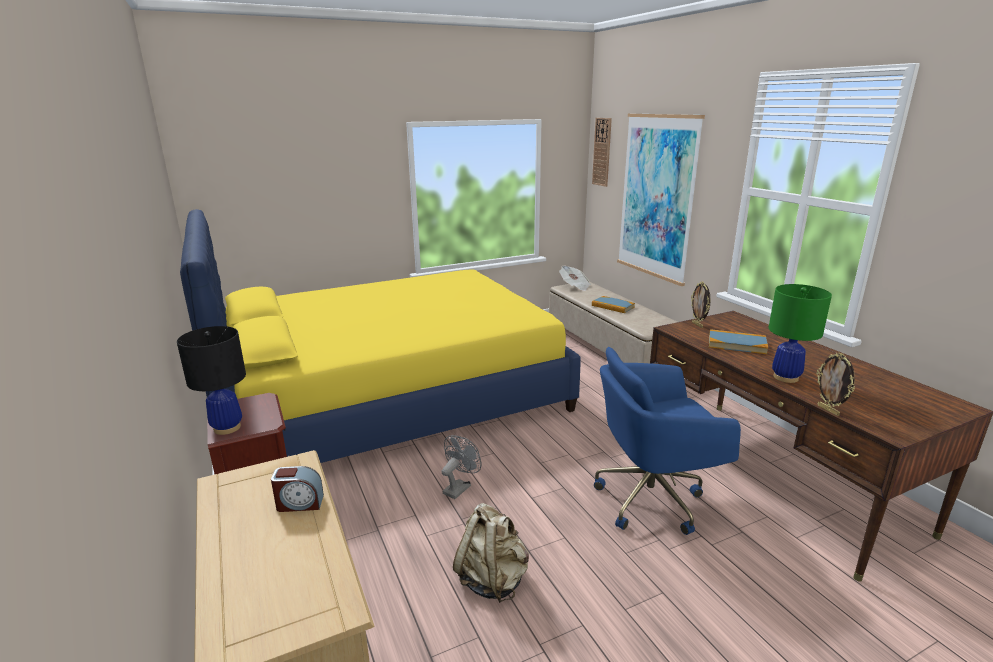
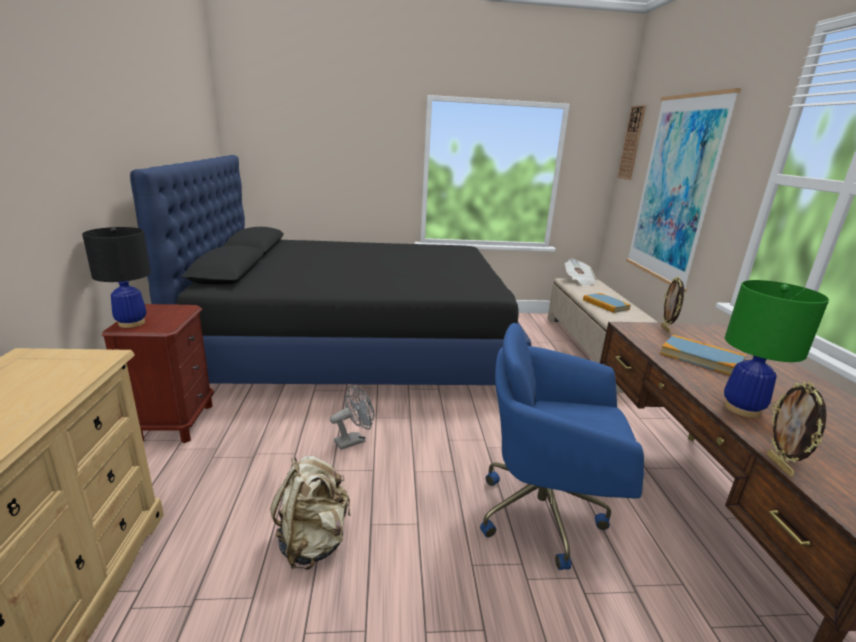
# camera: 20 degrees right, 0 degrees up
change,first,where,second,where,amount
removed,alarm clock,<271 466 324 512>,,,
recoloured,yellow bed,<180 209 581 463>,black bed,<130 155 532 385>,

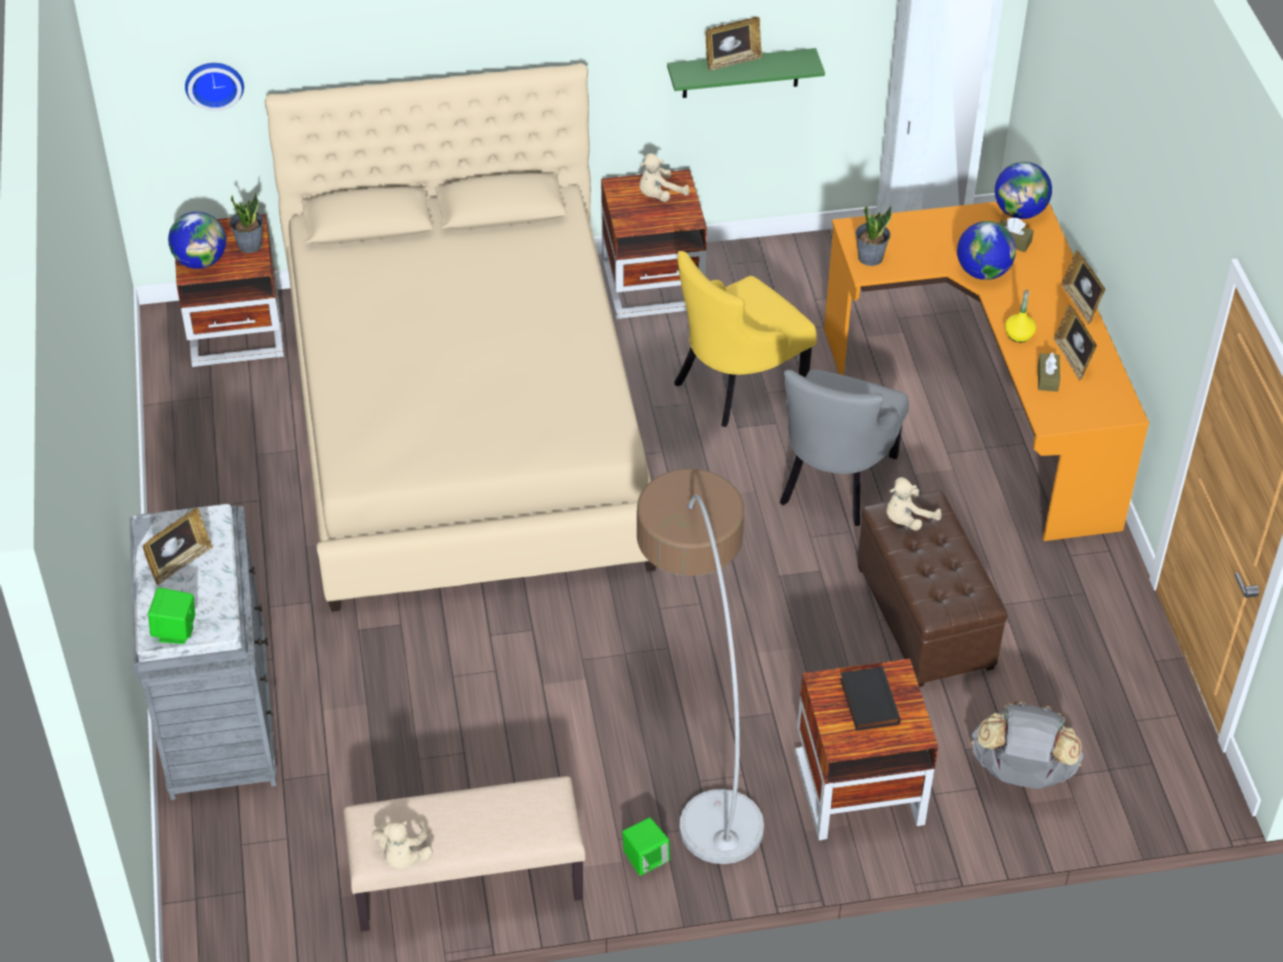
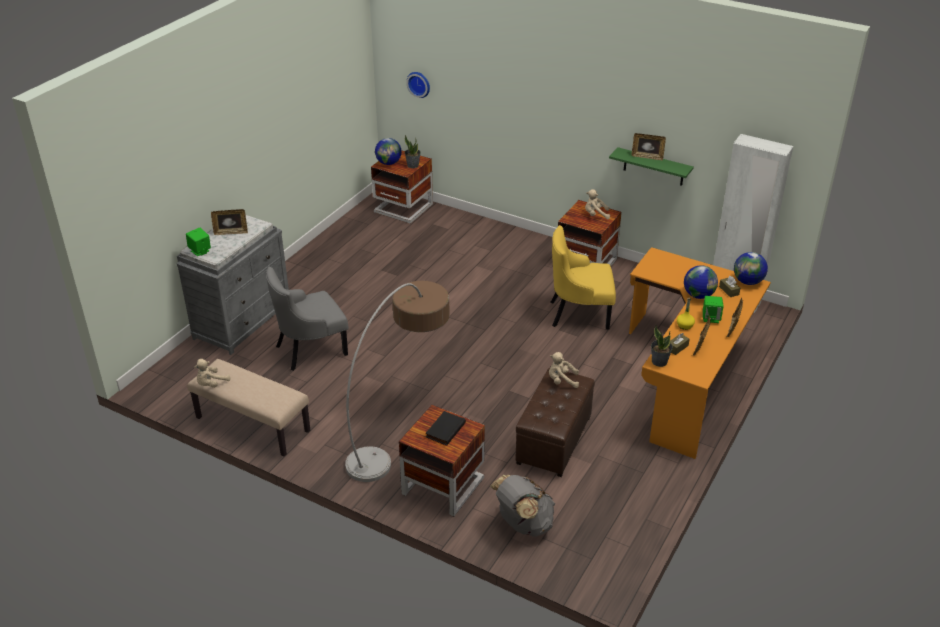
# camera: 40 degrees right, 10 degrees down
change,first,where,second,where,amount
removed,beige bed,<265 63 656 612>,,,
moved,green speaker,<622 817 670 876>,,<703 296 723 323>,
moved,grey chair,<780 369 909 526>,,<266 267 349 371>,
moved,potted plant,<855 206 892 266>,,<651 325 673 367>,

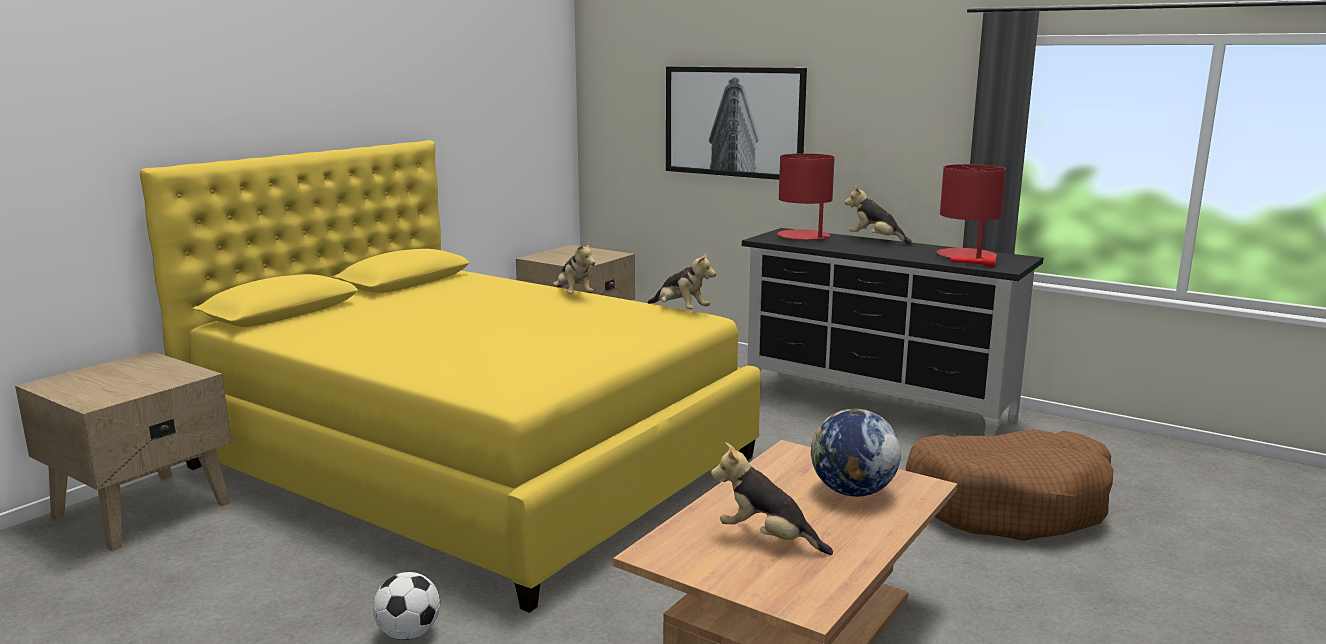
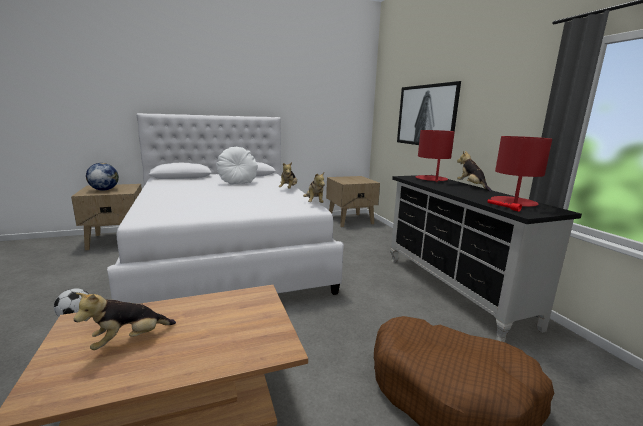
# camera: 35 degrees right, 0 degrees up
change,first,where,second,where,amount
added,,,white pillow,<216 147 258 185>,
moved,globe,<811 408 901 497>,,<86 163 119 191>,
recoloured,yellow bed,<140 140 760 613>,white bed,<107 113 344 304>,
turned,plush toy,<711 442 833 555>,,<74 293 176 350>,105 degrees counterclockwise

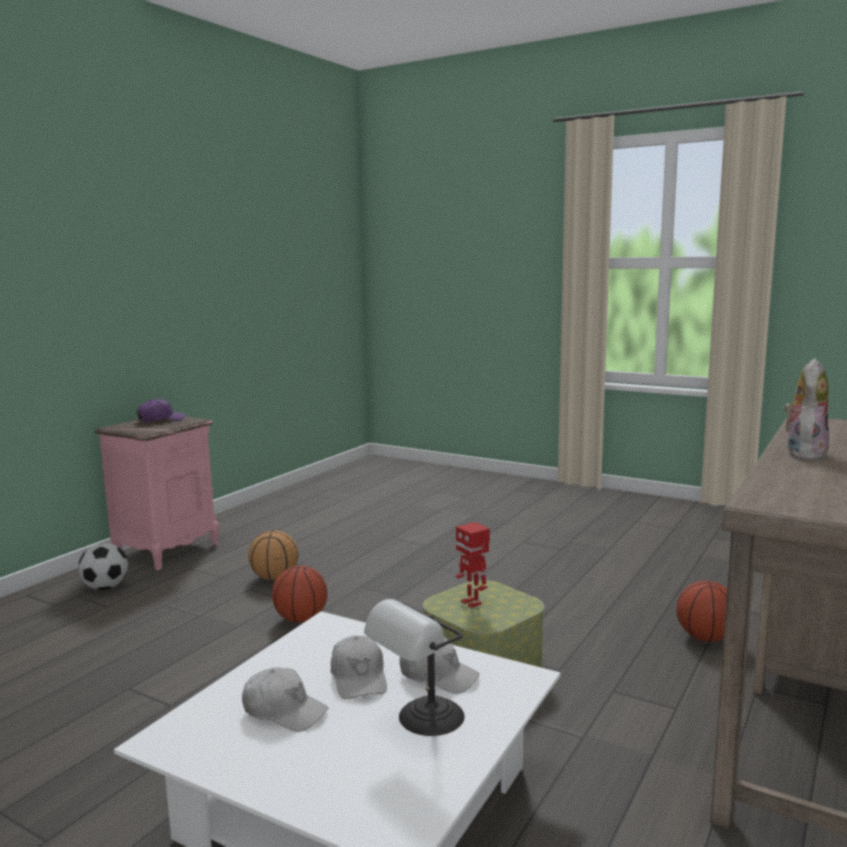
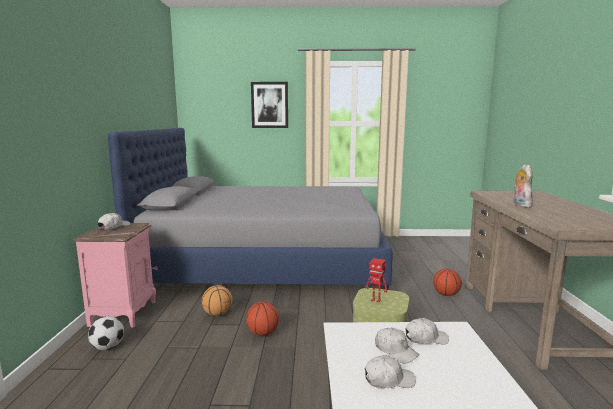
# camera: 30 degrees left, 0 degrees up
change,first,where,second,where,amount
removed,table lamp,<364 599 465 736>,,,
added,,,grey bed,<108 128 393 290>,
added,,,picture,<251 82 288 128>,
recoloured,purple cap,<137 399 185 422>,white cap,<98 213 130 230>,

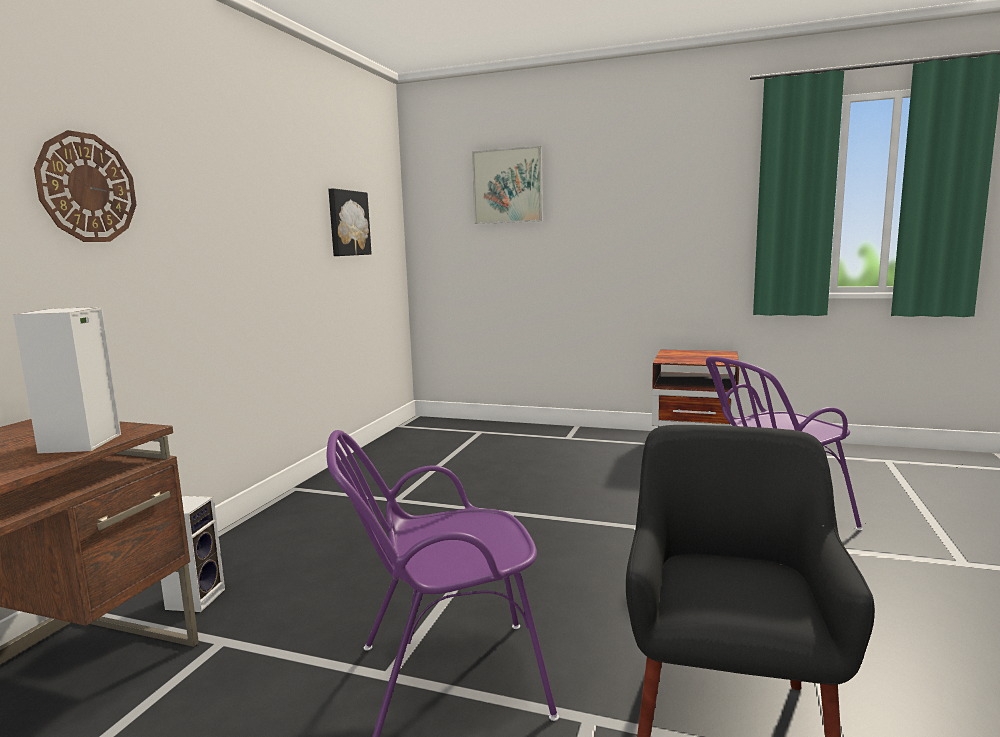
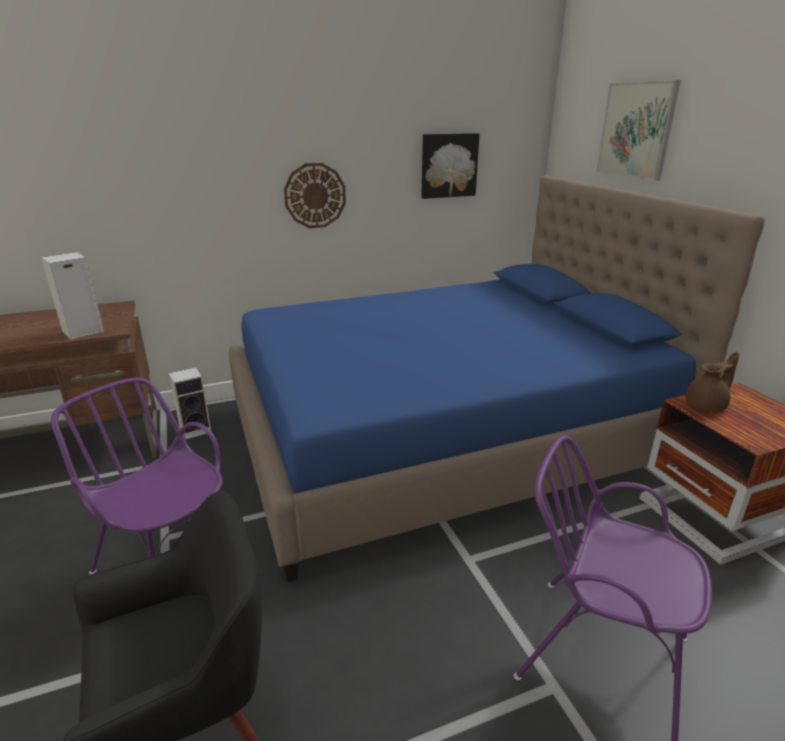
# camera: 50 degrees right, 15 degrees up
change,first,where,second,where,amount
added,,,blue bed,<229 175 765 582>,
added,,,brown teapot,<685 352 739 411>,
moved,wall clock,<34 130 137 242>,,<284 163 346 228>,

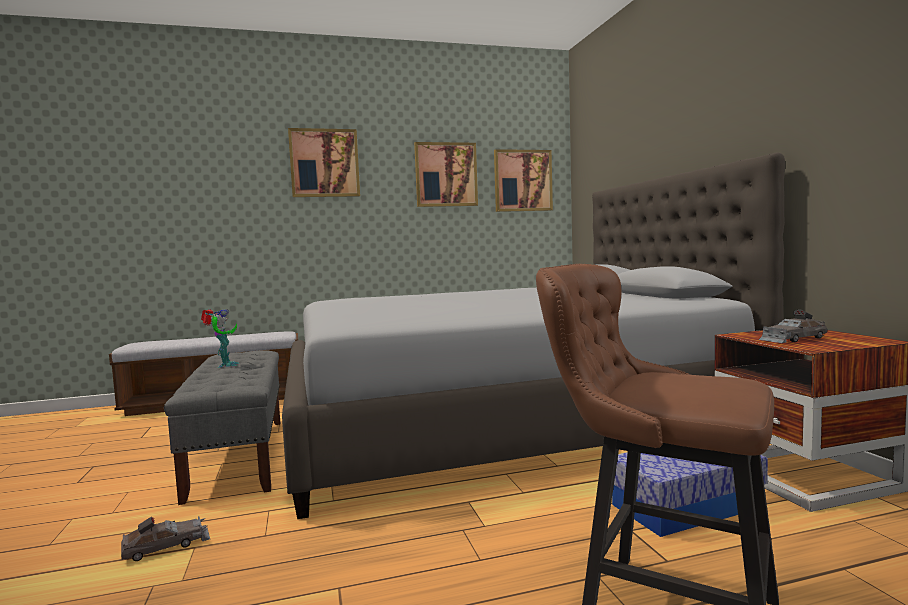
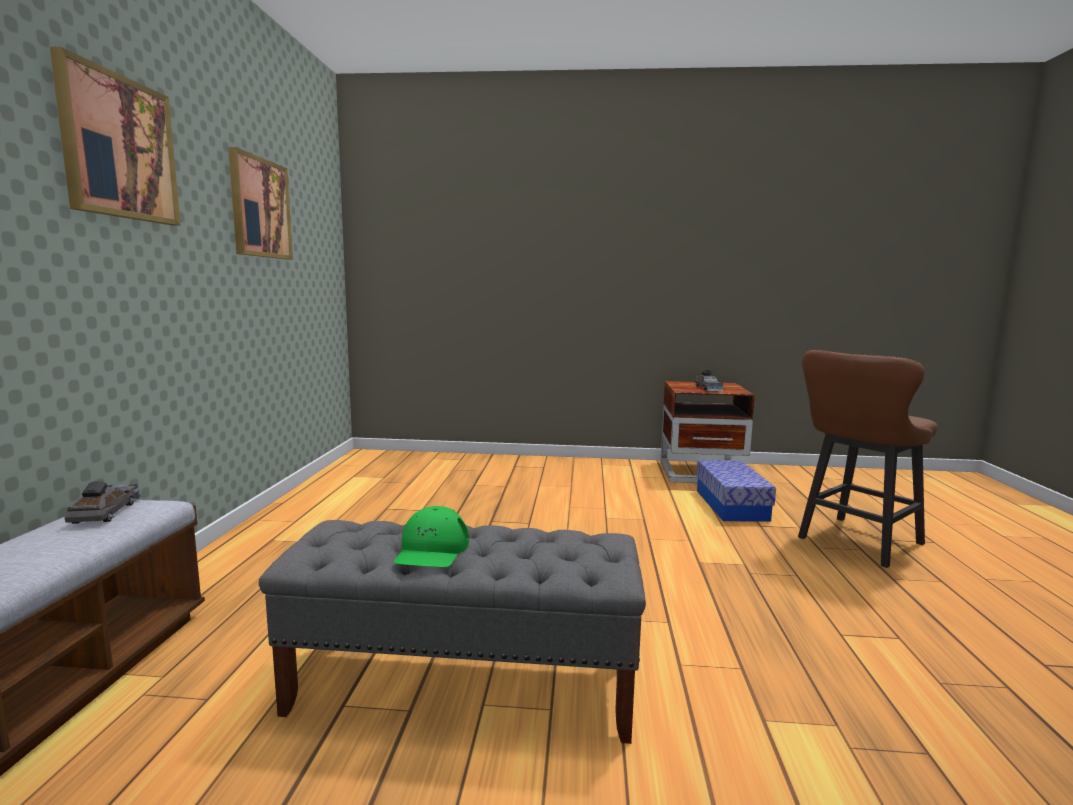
# camera: 70 degrees left, 5 degrees up
change,first,where,second,where,amount
removed,grey bed,<282 153 785 519>,,,
removed,picture,<494 149 553 212>,,,
moved,grey toy car,<121 516 210 561>,,<64 481 142 524>,
replaced,toy robot,<201 309 239 368>,green cap,<393 506 469 568>,

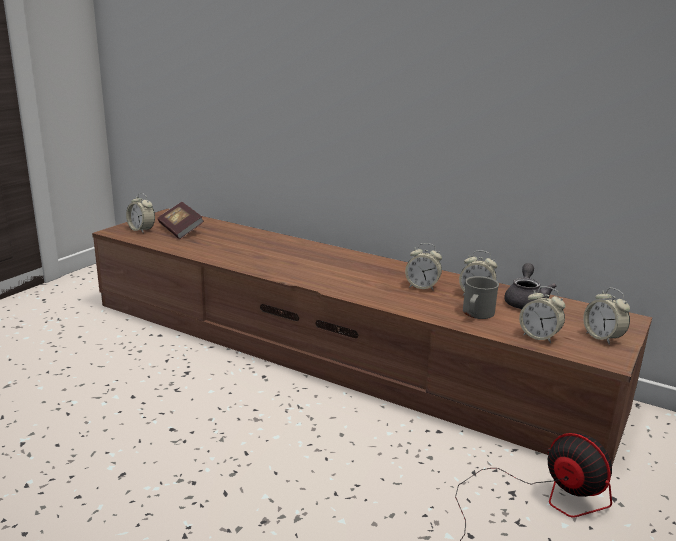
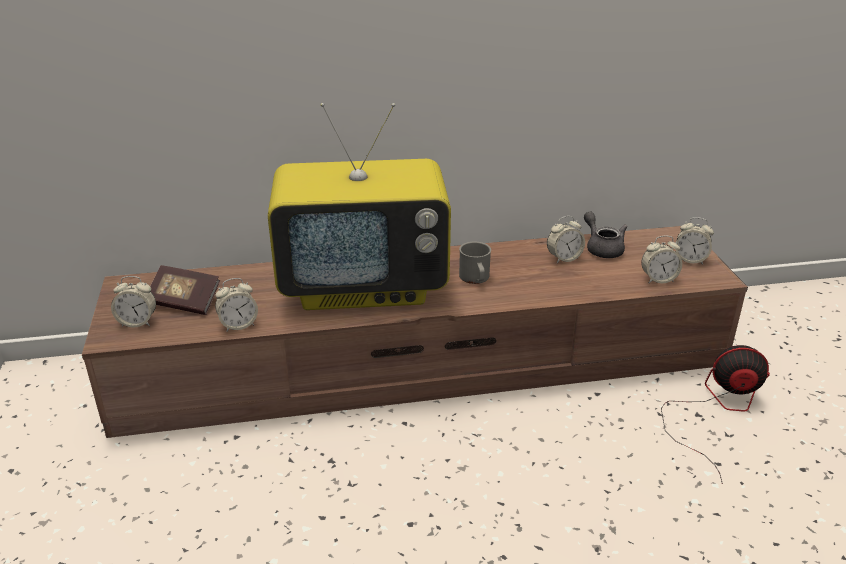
# camera: 40 degrees left, 10 degrees up
change,first,where,second,where,amount
added,,,television,<268 103 451 310>,
moved,alarm clock,<405 243 442 291>,,<215 278 258 332>,
moved,grey mug,<463 276 499 319>,,<459 242 491 284>,

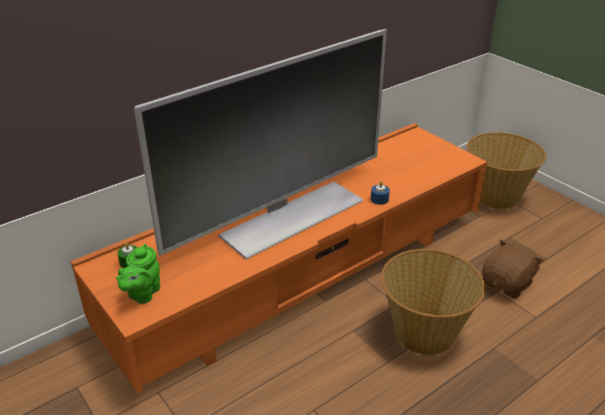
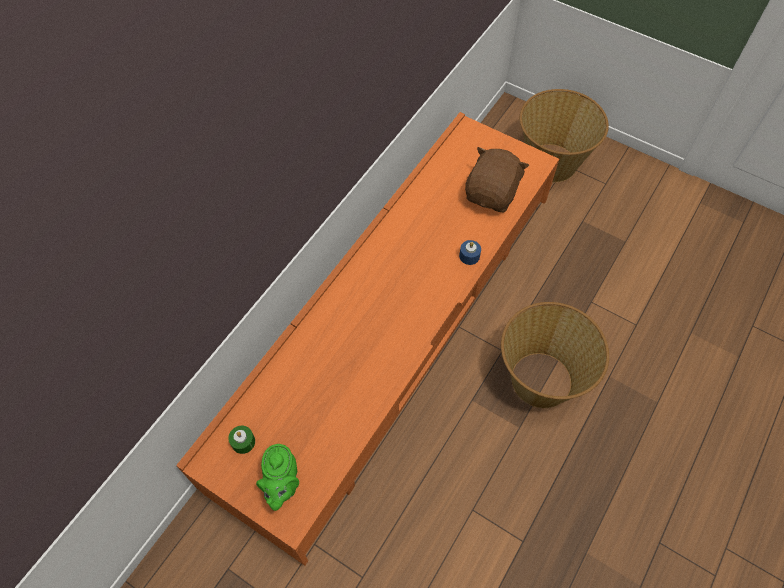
# camera: 20 degrees left, 25 degrees up
change,first,where,second,where,amount
removed,television,<134 29 387 259>,,,
moved,brown plush toy,<482 239 544 299>,,<465 147 529 212>,

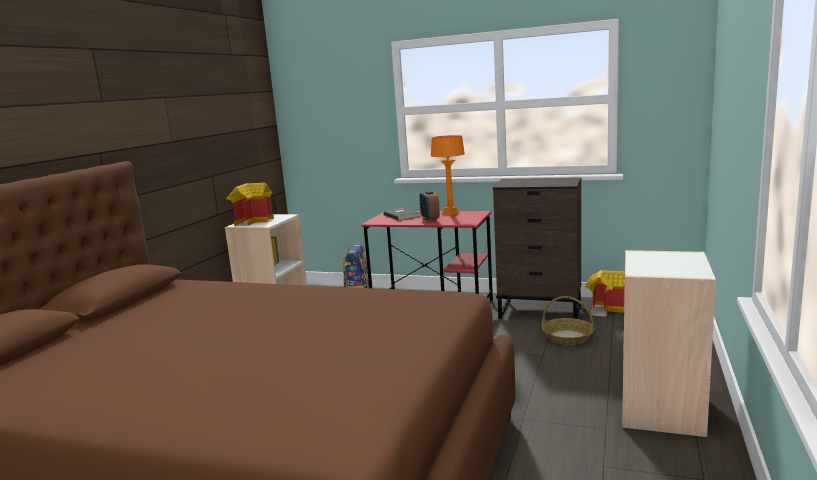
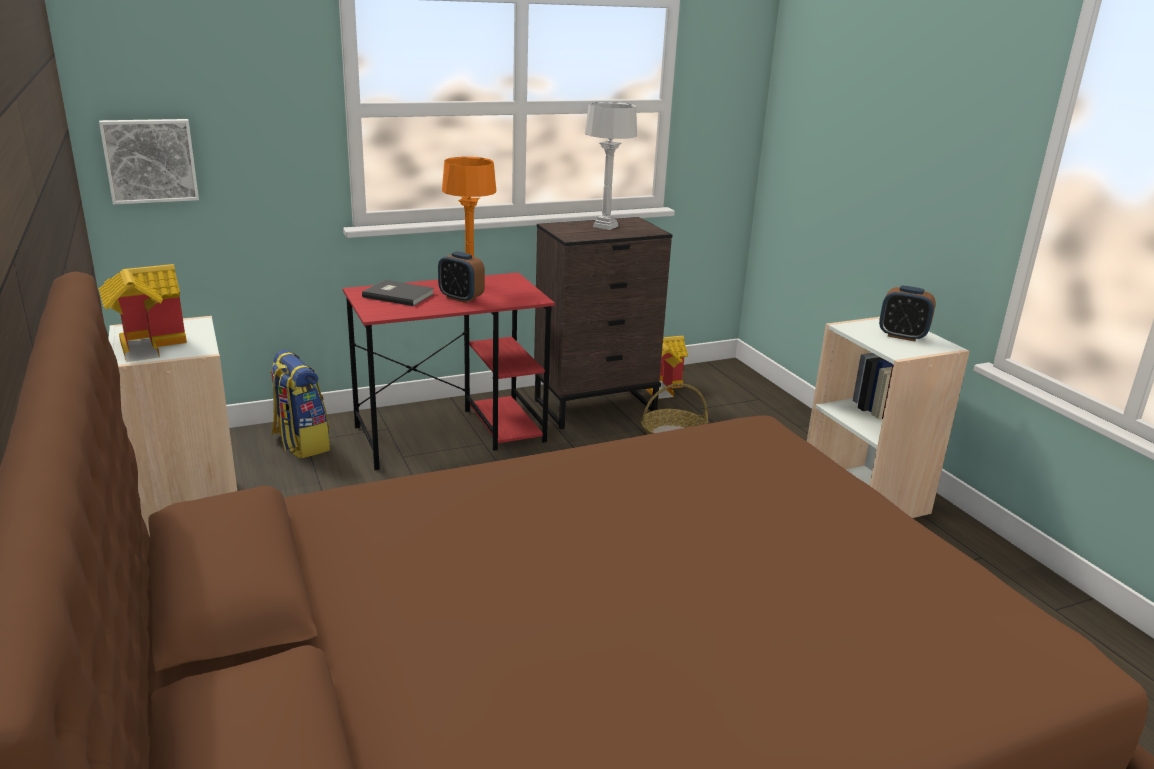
# camera: 45 degrees left, 10 degrees up
change,first,where,second,where,amount
added,,,picture,<99 119 199 204>,
added,,,grey table lamp,<585 102 637 230>,
added,,,alarm clock,<879 285 936 341>,

